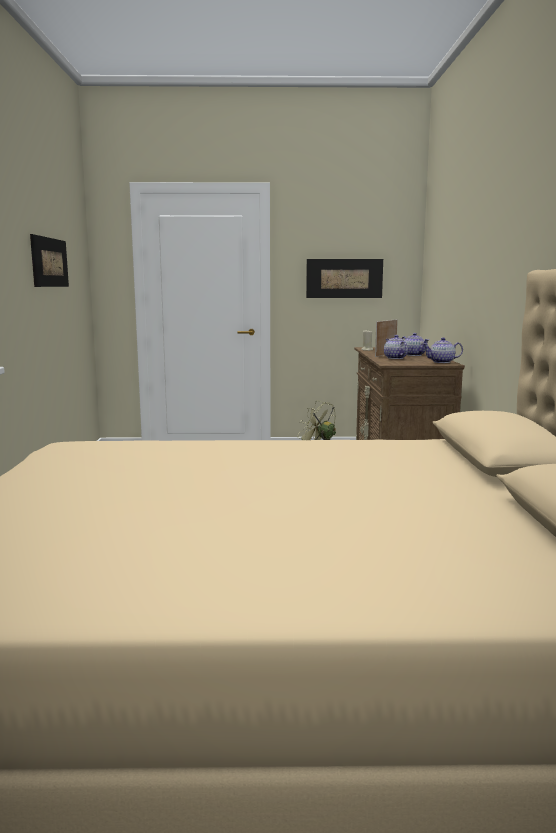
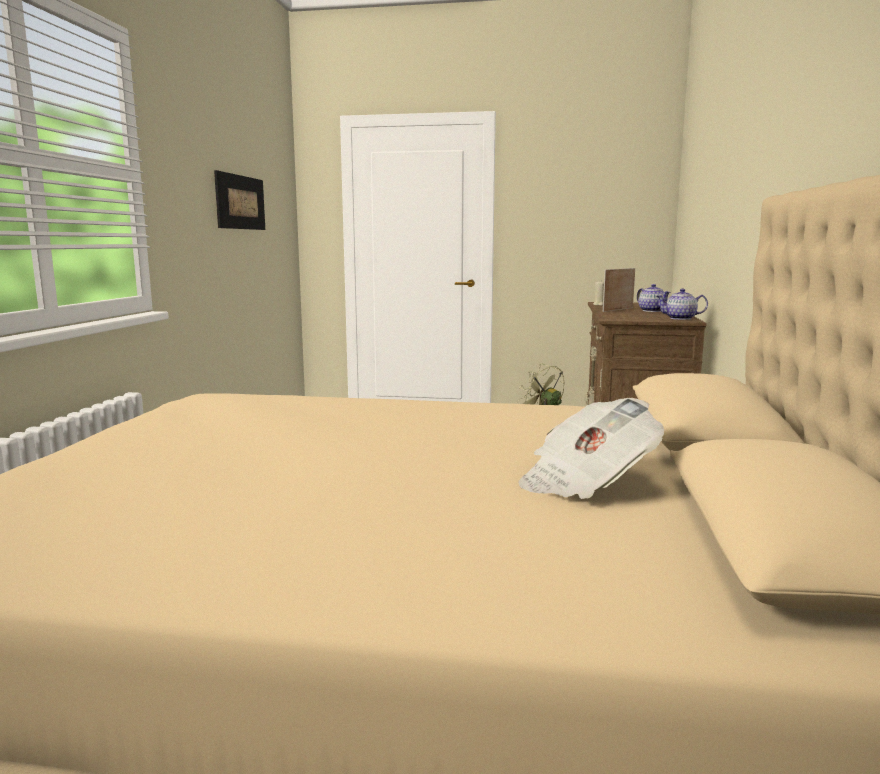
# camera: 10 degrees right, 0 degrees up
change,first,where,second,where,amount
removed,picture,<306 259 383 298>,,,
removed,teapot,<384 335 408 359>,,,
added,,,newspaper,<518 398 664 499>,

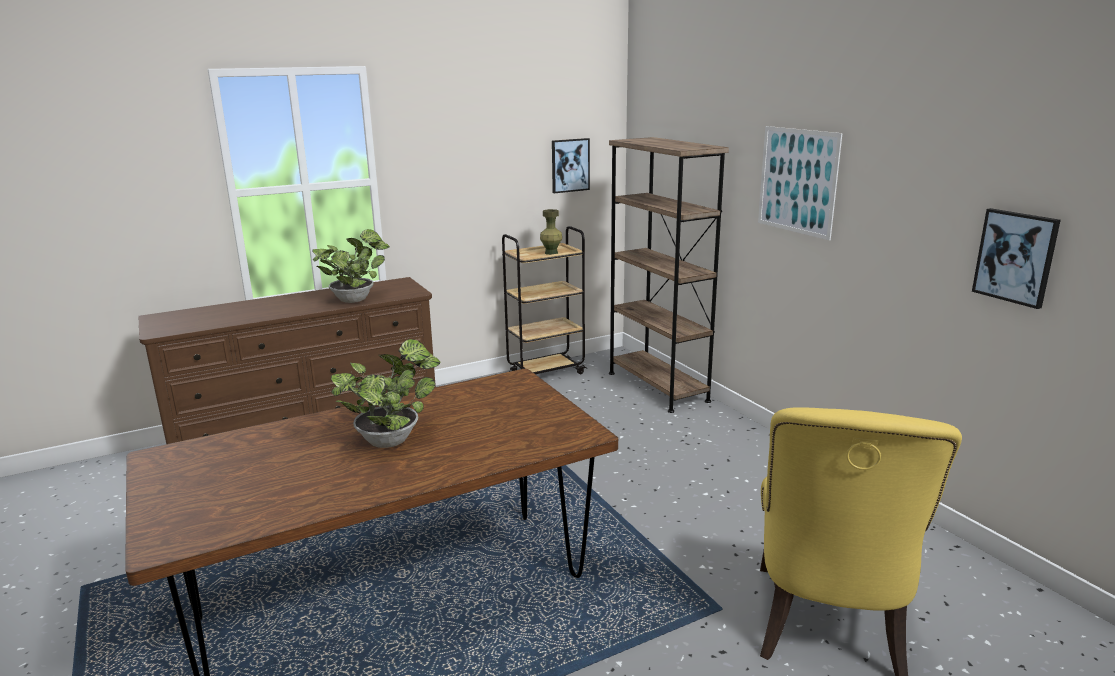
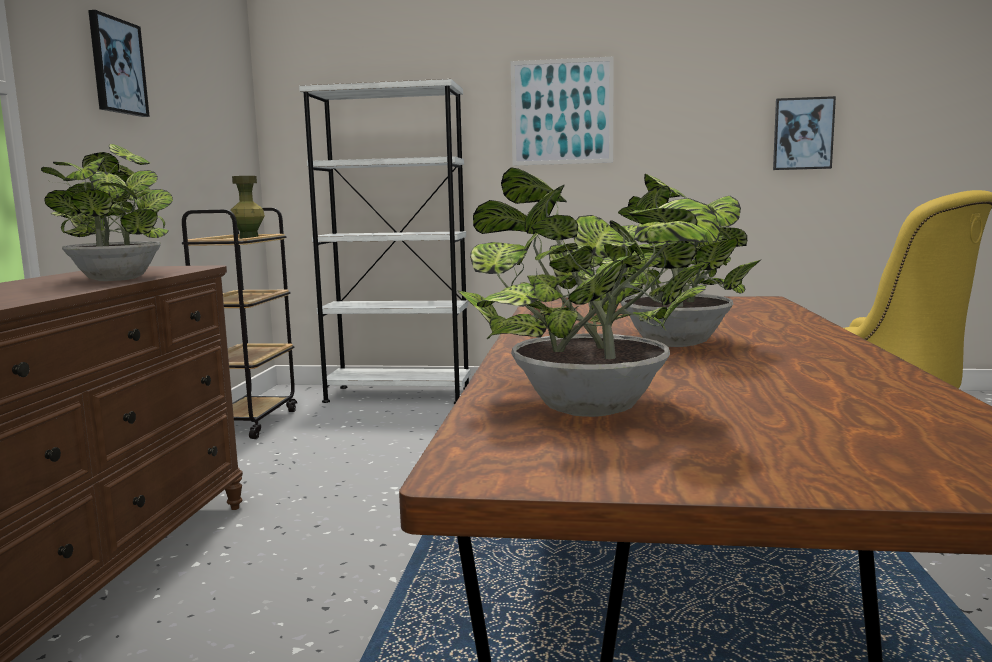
# camera: 55 degrees left, 10 degrees down
change,first,where,second,where,amount
added,,,potted plant,<457 167 720 417>,
moved,picture,<552 138 590 193>,,<88 10 150 117>,
recoloured,brown bookcase,<609 137 729 413>,white bookcase,<299 79 470 404>,

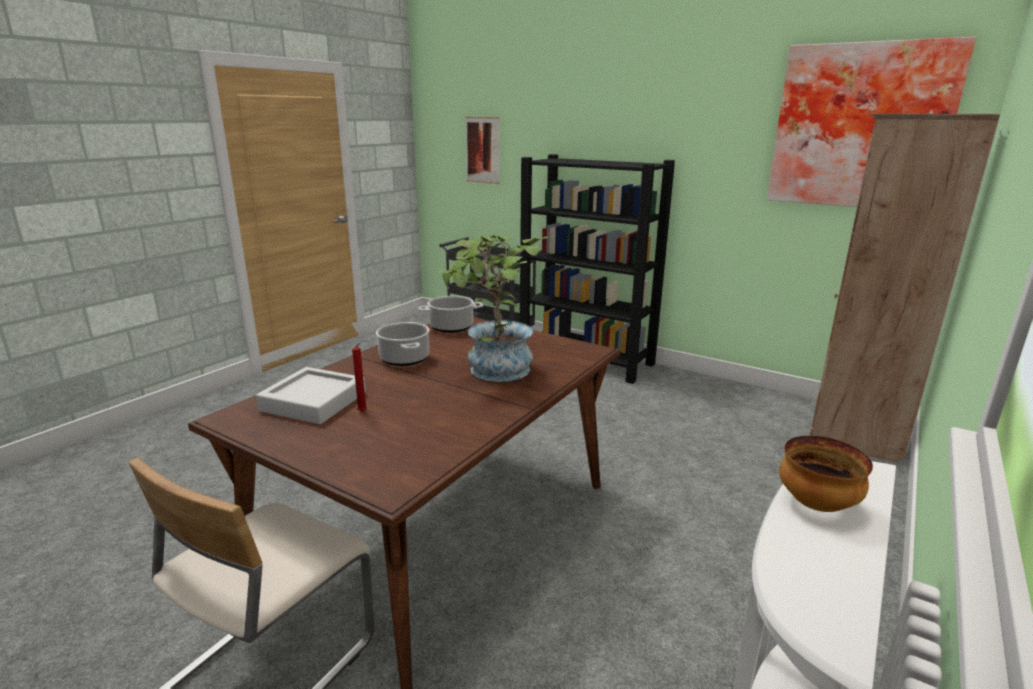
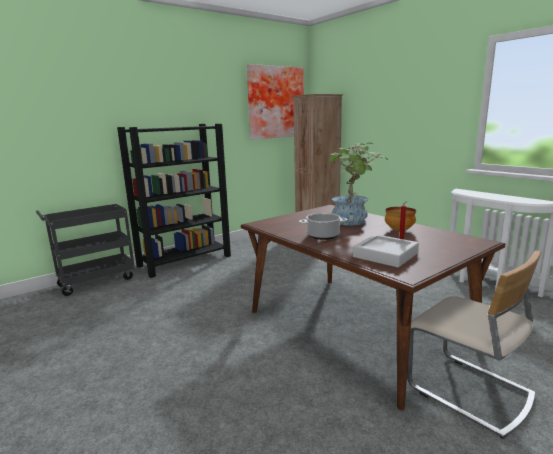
# camera: 70 degrees left, 5 degrees down
change,first,where,second,where,amount
removed,cooking pot,<418 296 483 333>,,,
removed,picture,<465 117 500 184>,,,
moved,bowl,<779 436 873 512>,,<385 207 416 231>,

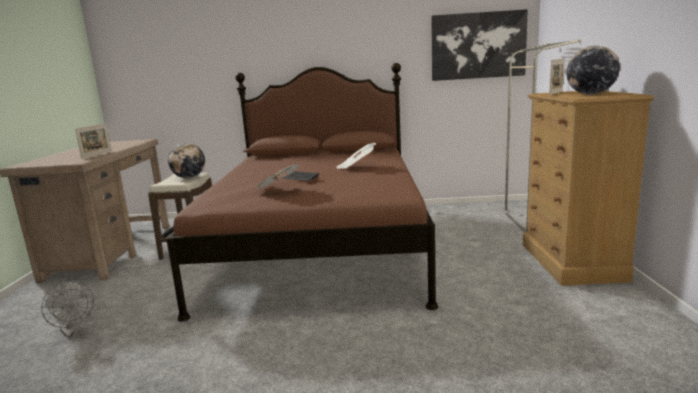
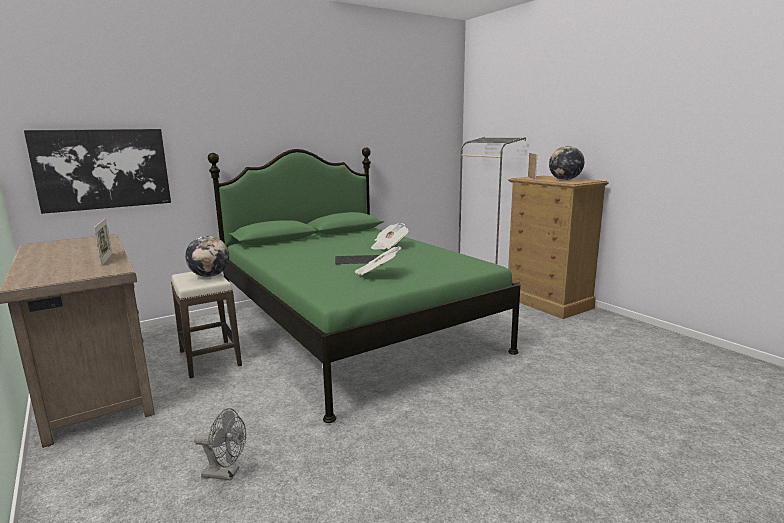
# camera: 35 degrees left, 0 degrees up
change,first,where,second,where,amount
moved,picture,<431 9 528 81>,,<24 129 171 214>,
recoloured,brown bed,<166 63 438 322>,green bed,<208 148 521 423>,

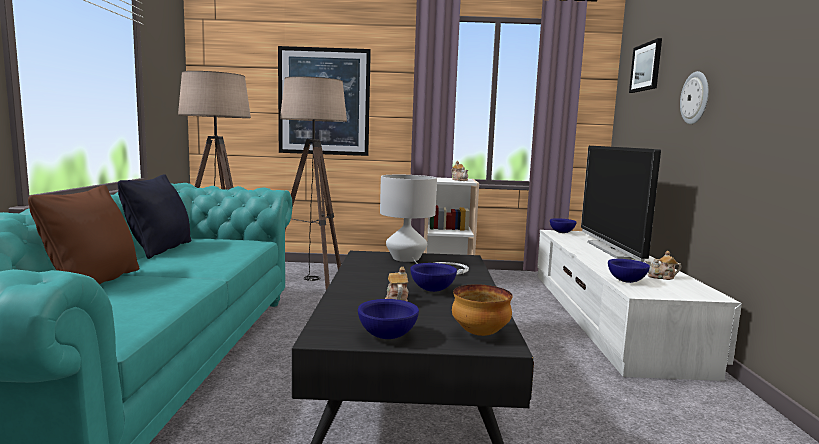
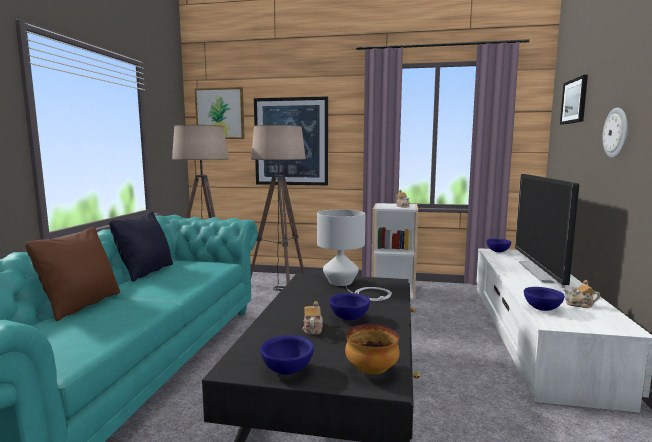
# camera: 10 degrees right, 0 degrees up
change,first,where,second,where,amount
added,,,picture,<195 87 245 139>,

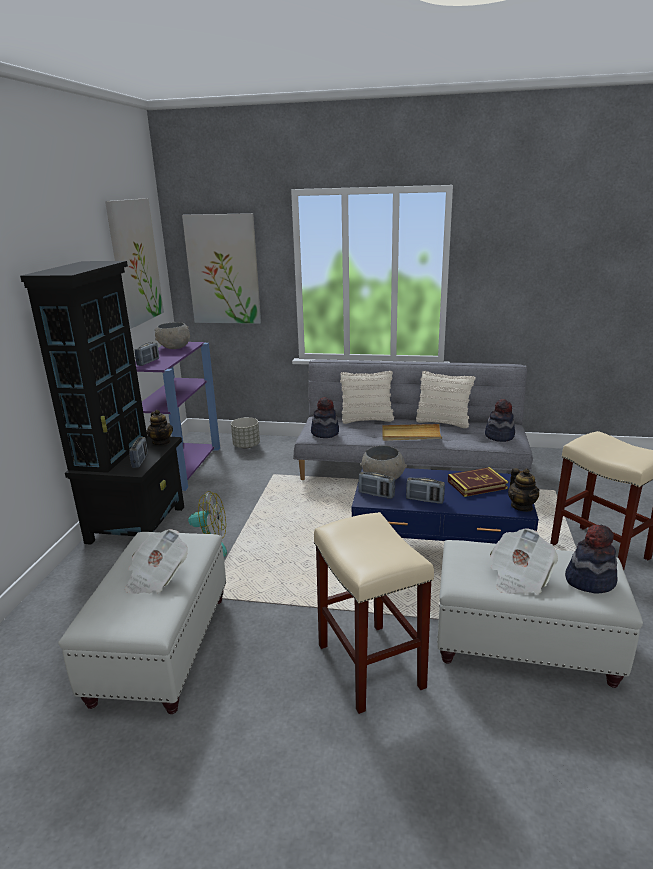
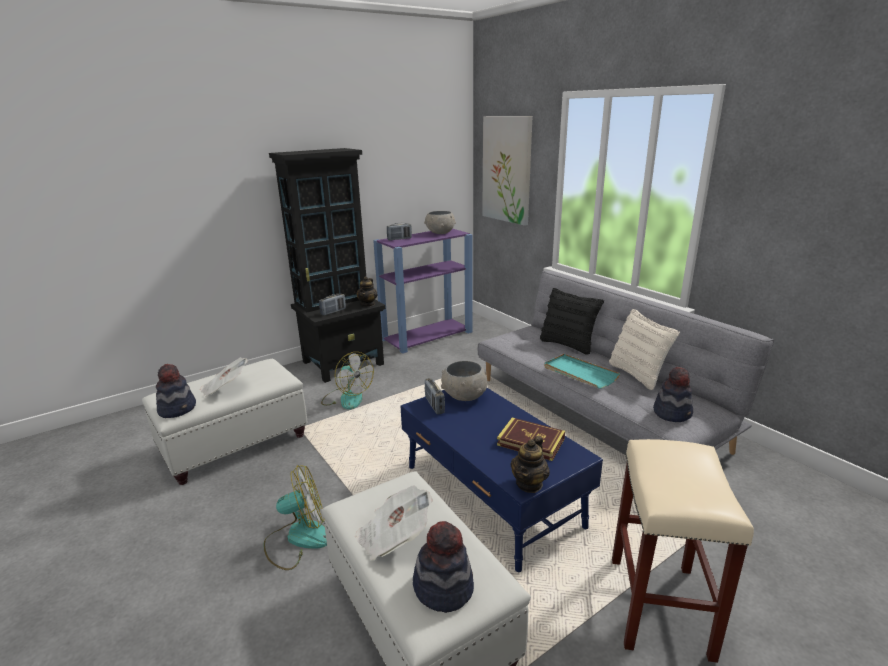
# camera: 45 degrees right, 0 degrees up
change,first,where,second,where,amount
removed,picture,<105 198 164 329>,,,
removed,grey planter,<231 417 260 448>,,,
removed,radio,<406 477 445 504>,,,
moved,hat,<311 397 339 438>,,<156 364 196 418>,
replaced,beige stool,<314 512 434 714>,fan,<264 465 327 570>,
recoloured,beige pillow,<340 371 394 424>,black pillow,<540 288 604 355>,
recoloured,beige tray,<382 424 442 441>,turquoise tray,<544 354 620 389>,

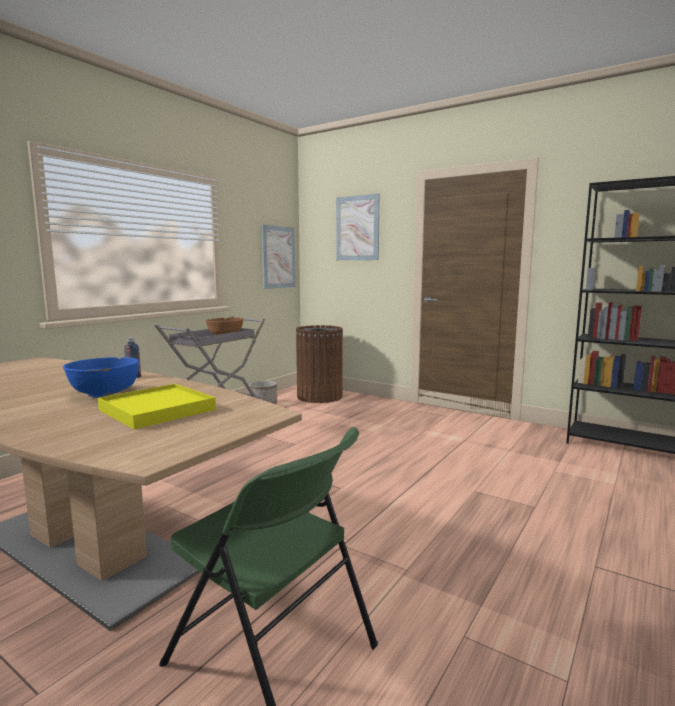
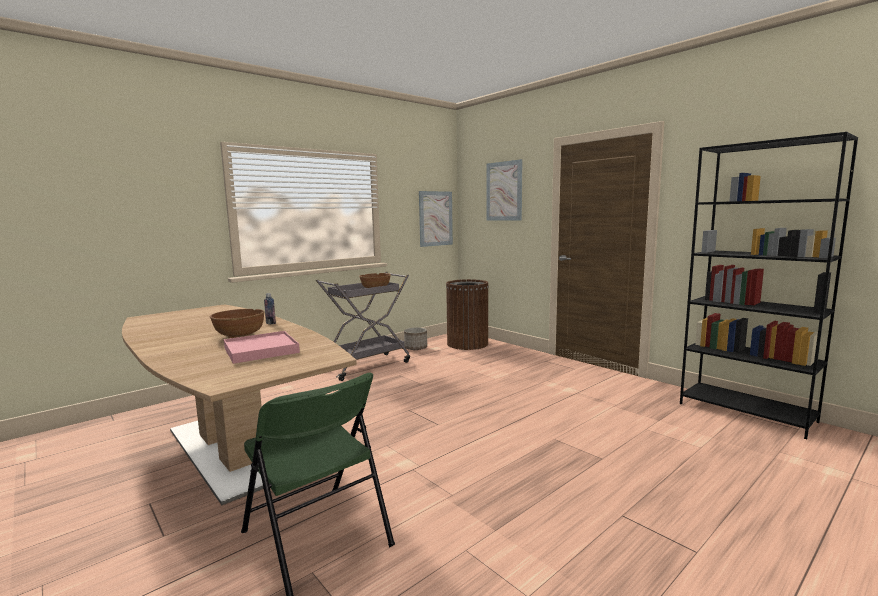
# camera: 15 degrees right, 0 degrees up
change,first,where,second,where,amount
recoloured,blue bowl,<63 357 140 398>,brown bowl,<210 309 265 338>,
recoloured,yellow tray,<98 384 216 429>,pink tray,<224 331 300 364>,

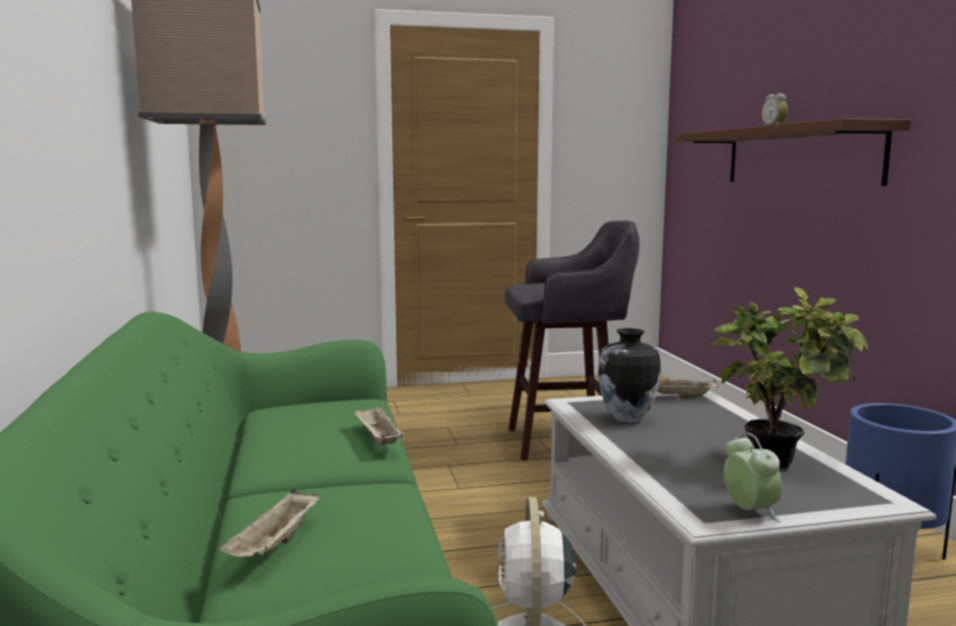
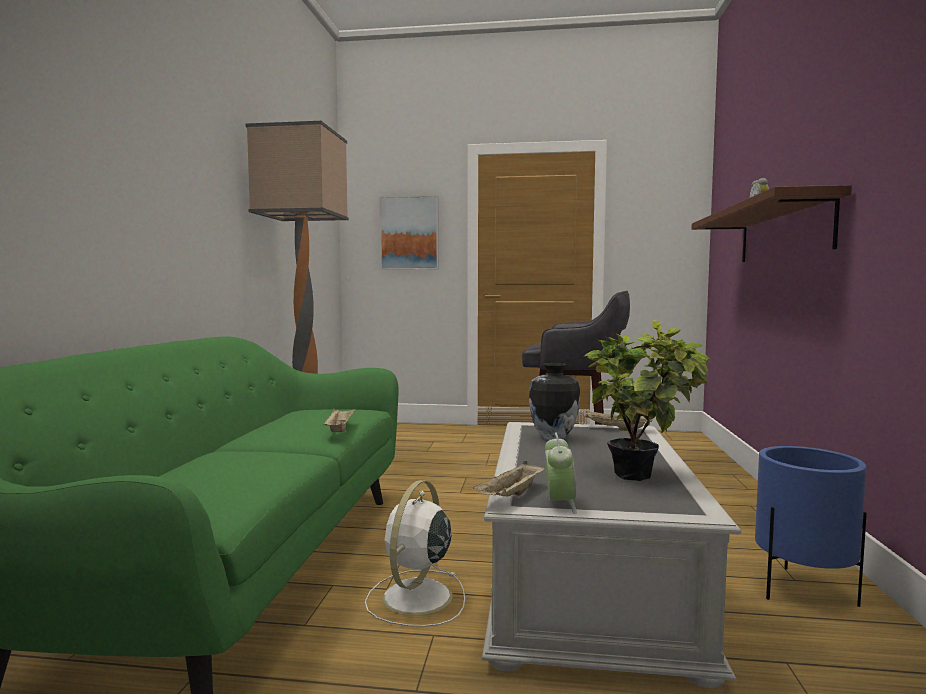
# camera: 20 degrees right, 5 degrees down
change,first,where,second,where,amount
added,,,picture,<379 195 439 270>,
moved,beige tray,<219 489 320 557>,,<473 461 545 496>,

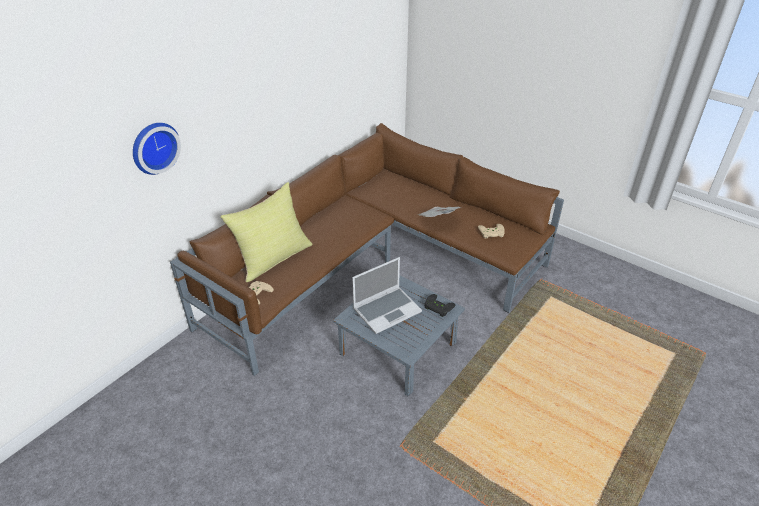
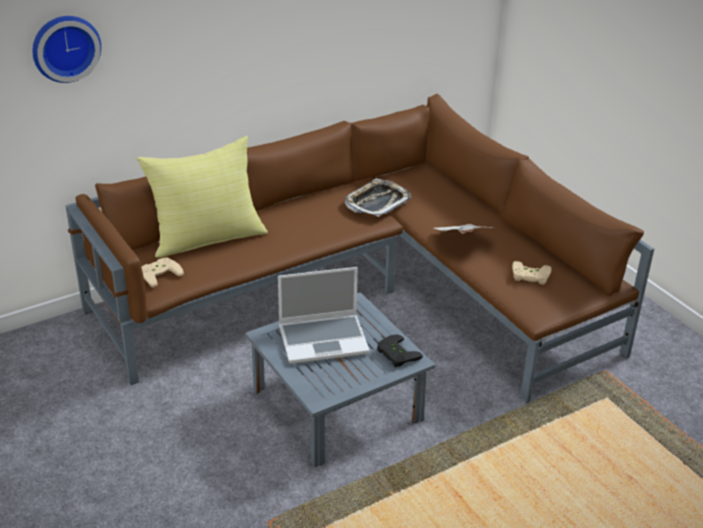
# camera: 20 degrees right, 5 degrees down
change,first,where,second,where,amount
added,,,tray,<345 179 411 217>,

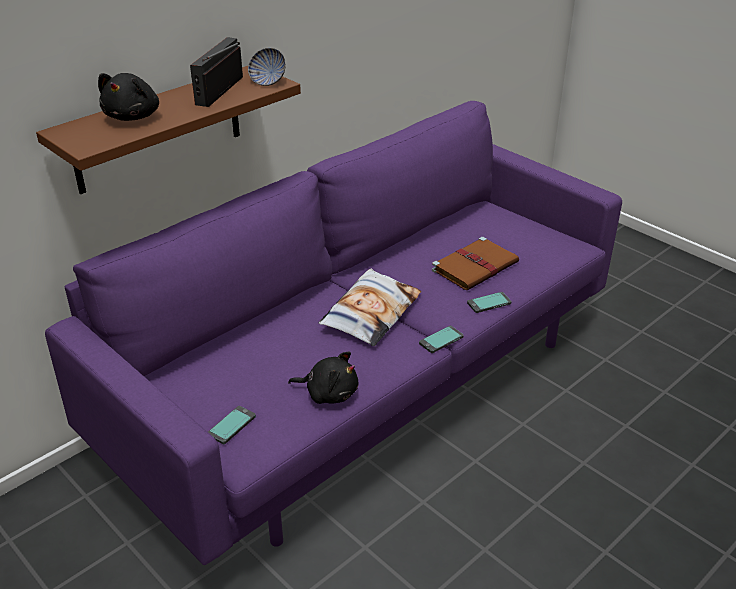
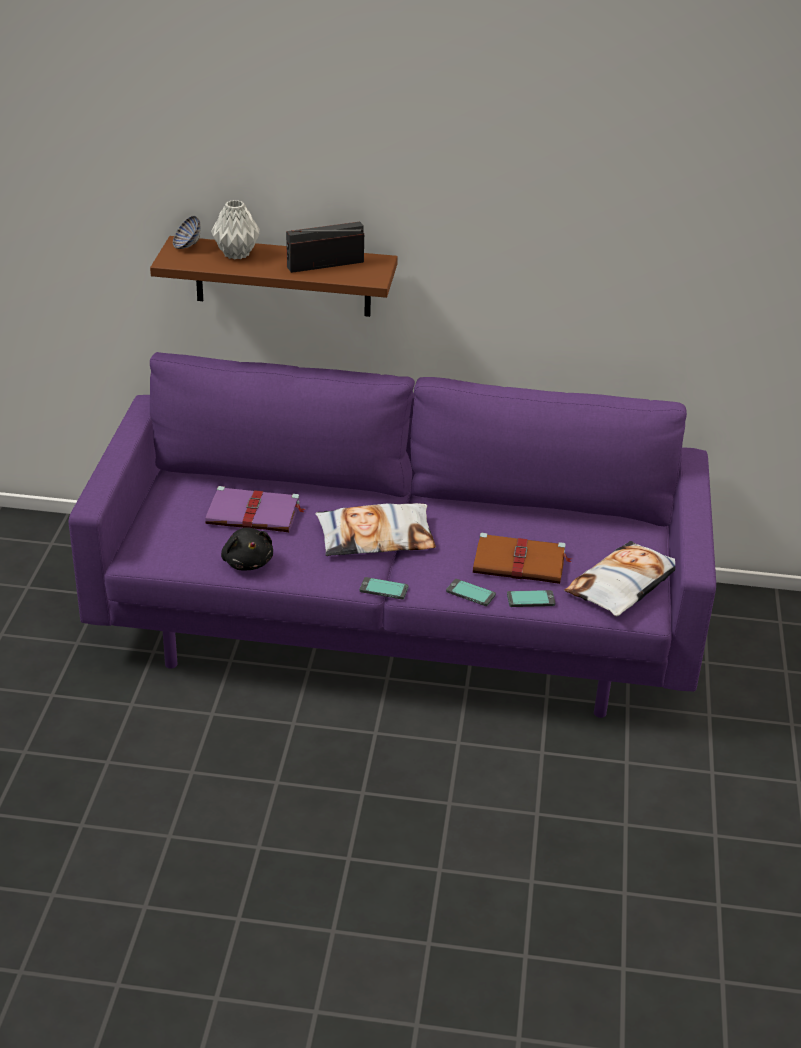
# camera: 50 degrees right, 0 degrees up
change,first,where,second,where,amount
added,,,purple book,<205 486 305 532>,
added,,,pillow,<564 541 675 616>,
moved,phone,<208 406 256 444>,,<507 590 555 607>,
moved,bowl,<248 48 286 86>,,<173 216 201 249>,
replaced,black plush toy,<98 73 159 121>,grey vase,<211 200 260 260>,

